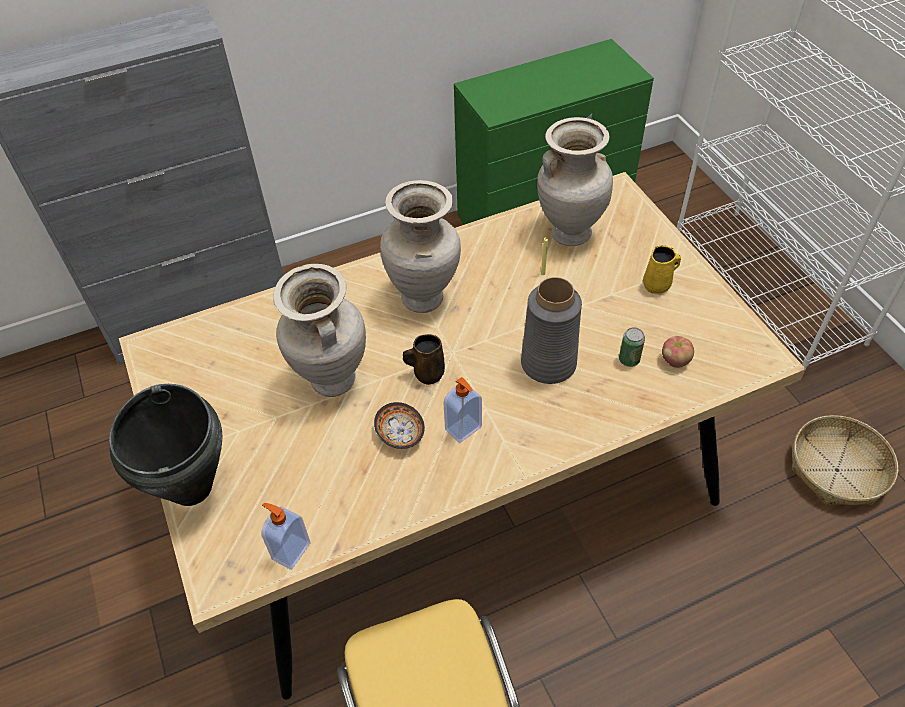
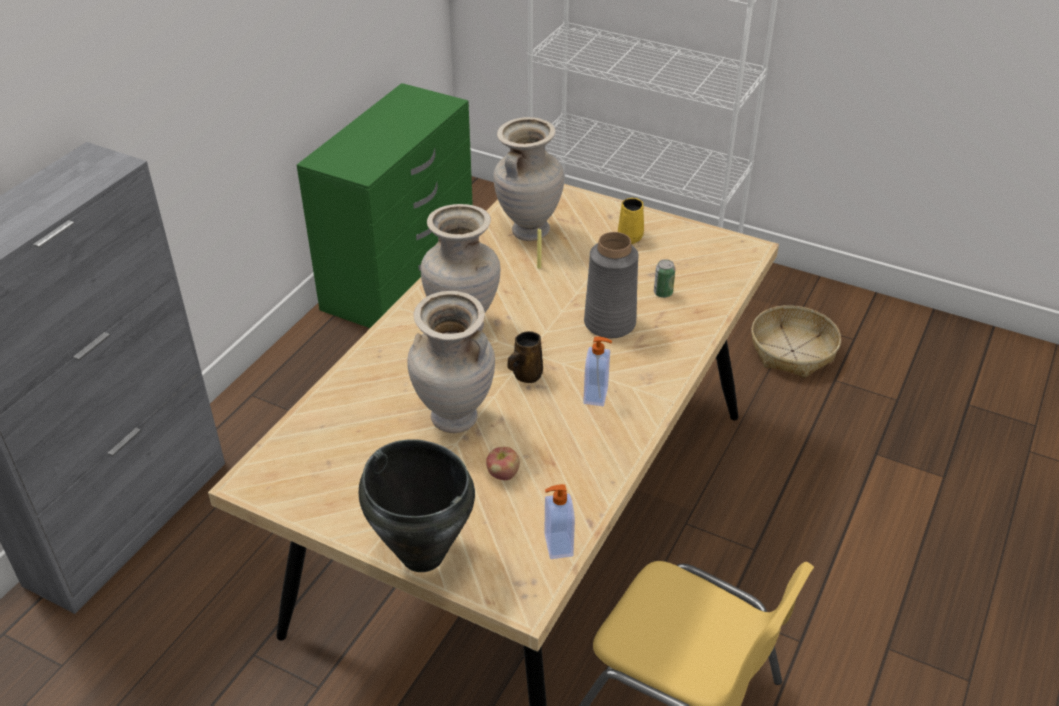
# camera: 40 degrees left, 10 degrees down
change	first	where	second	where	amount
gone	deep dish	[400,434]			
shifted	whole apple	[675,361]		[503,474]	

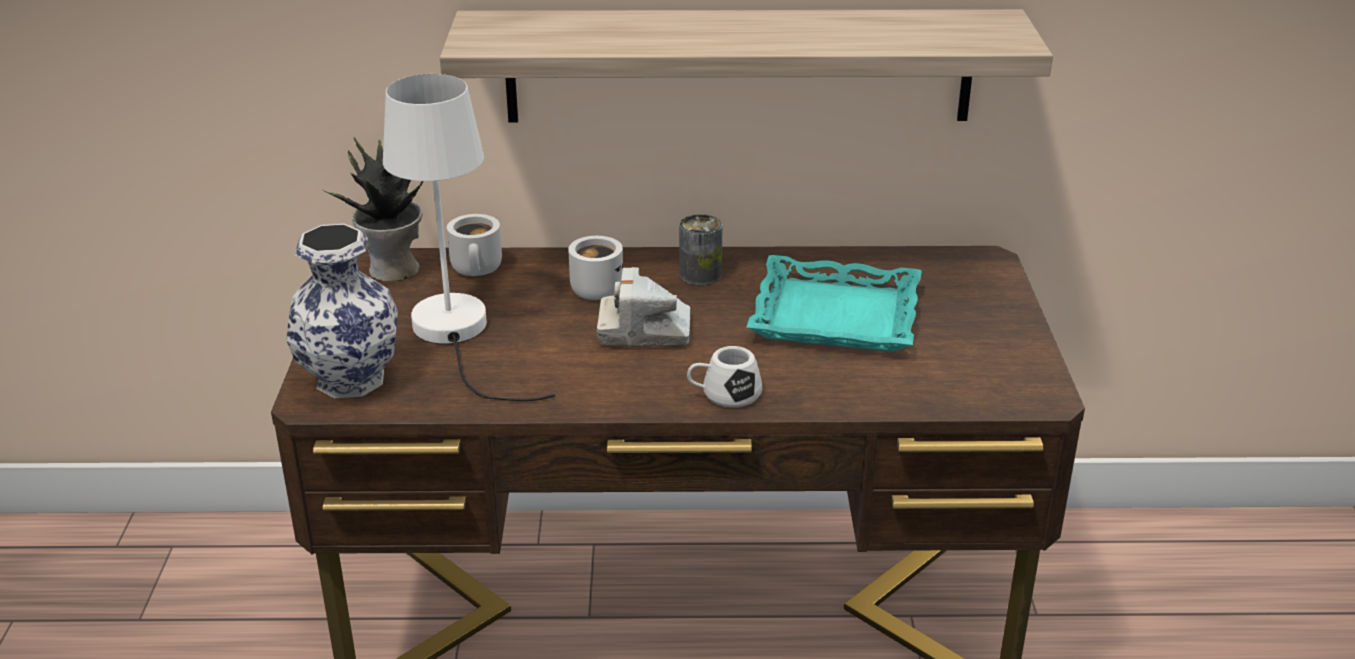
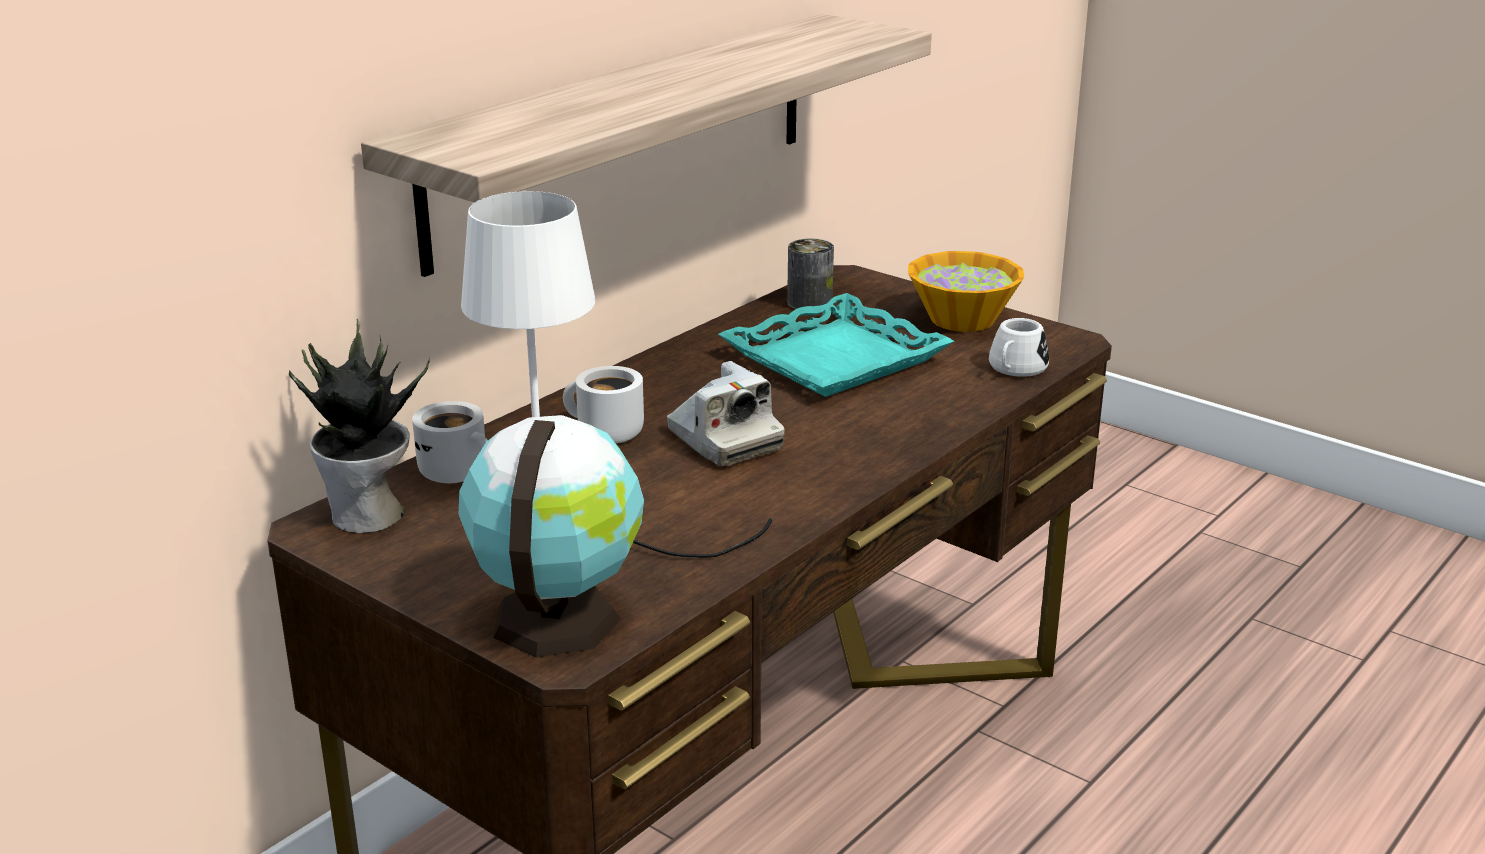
# camera: 50 degrees left, 5 degrees down
change	first	where	second	where	amount
swapped	decorative vase	[352,378]	globe	[556,616]	
rotated	photo camera	[644,331]		[724,441]	75 degrees counterclockwise
shifted	metal can	[700,274]		[809,303]	
shifted	mug in white-coloured	[724,394]		[1015,370]	
new			deep dish	[963,319]	

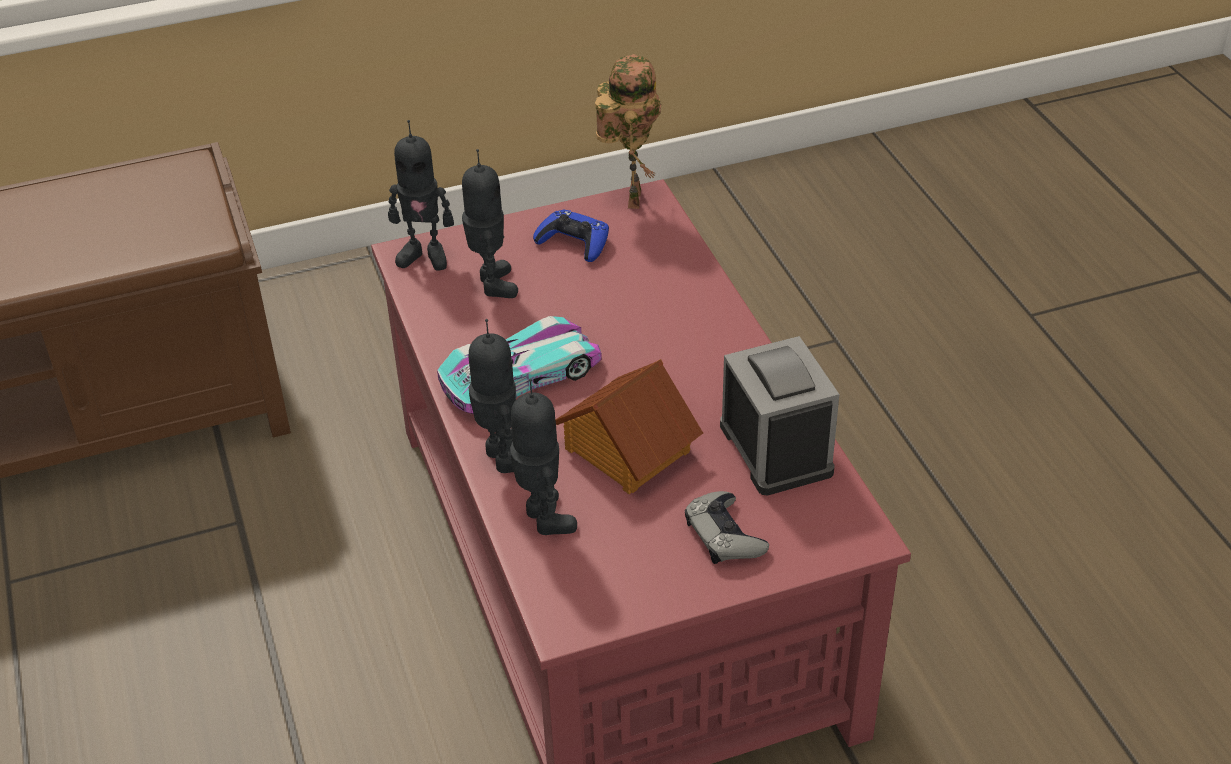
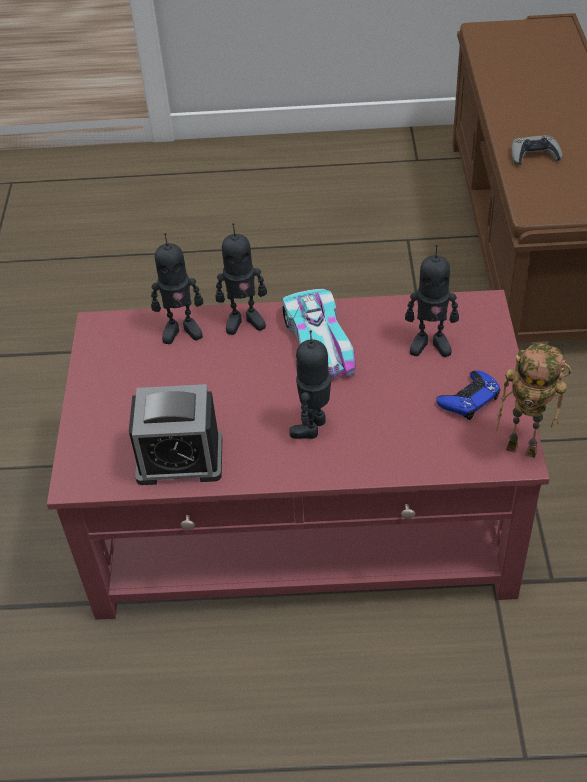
# camera: 110 degrees right, 5 degrees up
change	first	where	second	where	amount
shifted	robot figure	[424,256]		[313,427]	
gone	toy house	[626,450]			
shifted	game controller in grey	[724,535]		[534,155]	

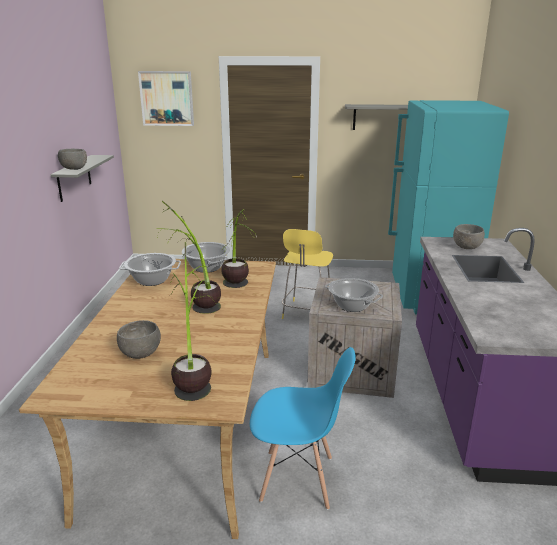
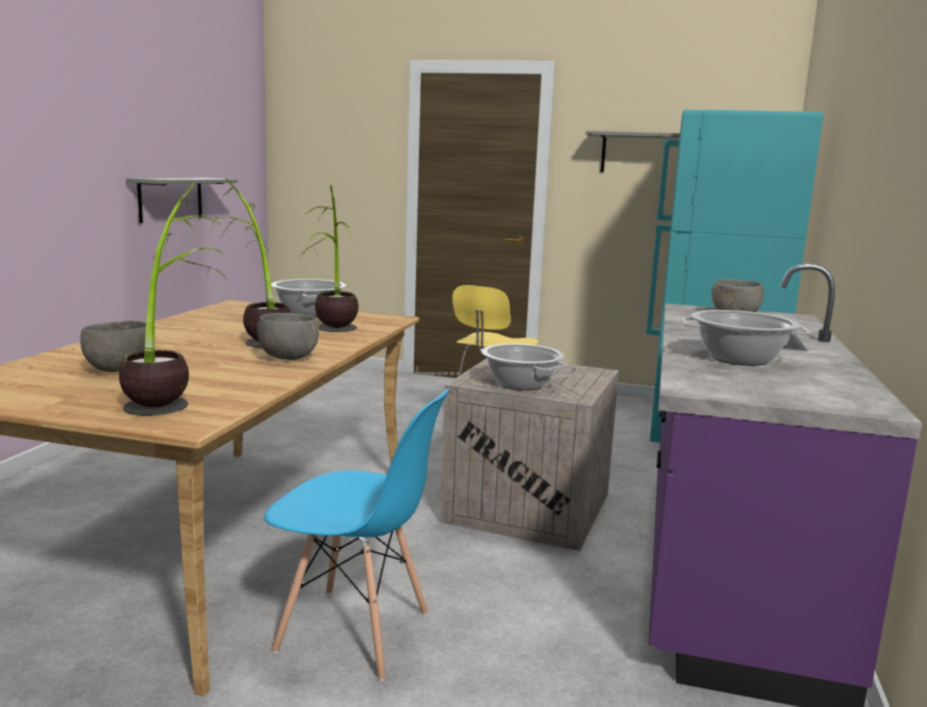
# camera: 10 degrees right, 10 degrees down
change	first	where	second	where	amount
shifted	deep dish in grey	[74,169]		[289,358]	
shifted	stockpot	[152,280]		[740,359]	
gone	picture	[167,98]			

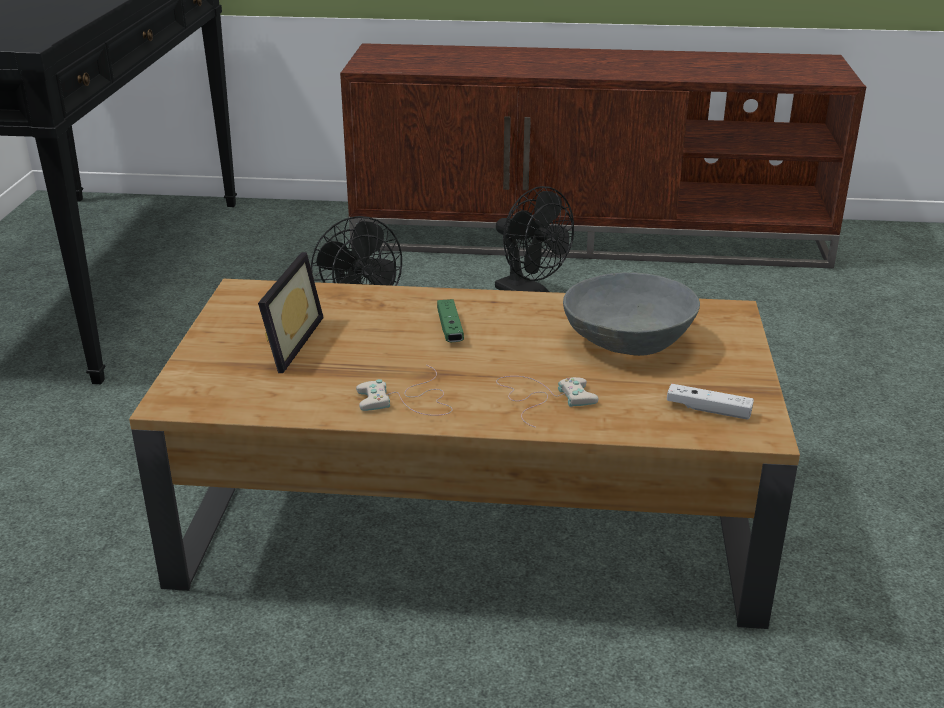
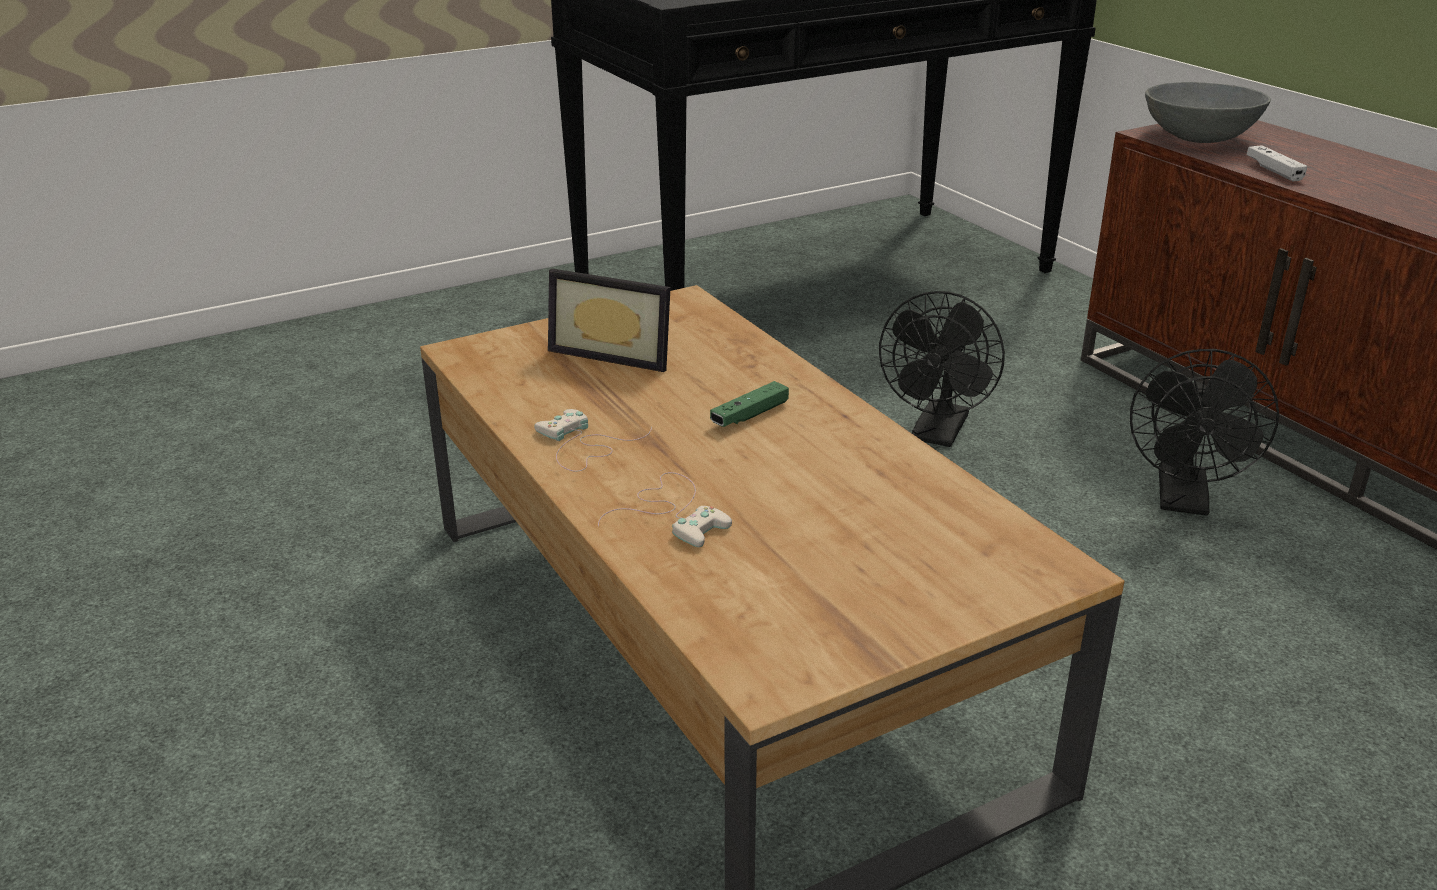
# camera: 55 degrees right, 0 degrees up
change	first	where	second	where	amount
rotated	photo frame	[284,342]		[615,352]	45 degrees clockwise
shifted	deep dish in grey	[629,341]		[1200,137]	
shifted	game controller in white-coloured	[708,410]		[1274,171]	

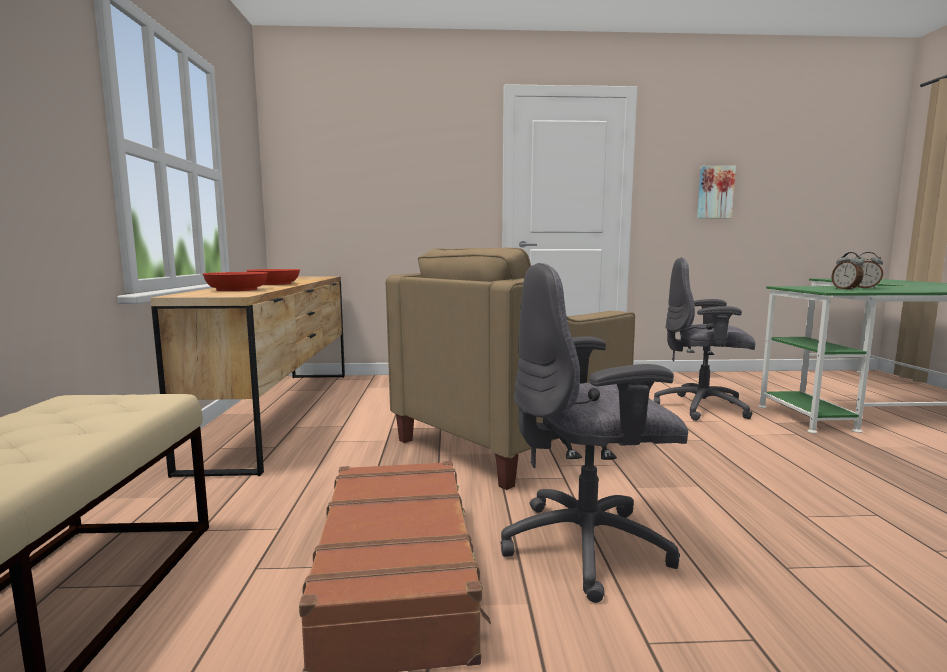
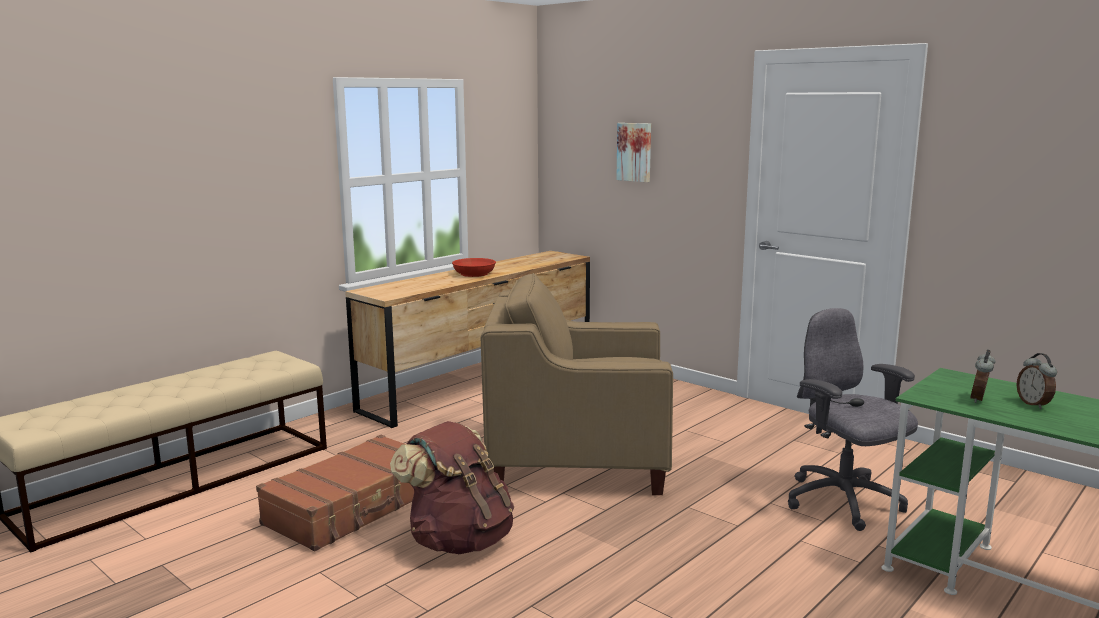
# camera: 45 degrees right, 5 degrees up
change	first	where	second	where	amount
gone	deep dish in red-coloured	[237,289]			
swapped	computer chair in grey	[588,546]	knapsack in brownish	[458,540]	
shifted	picture	[715,192]		[635,152]	

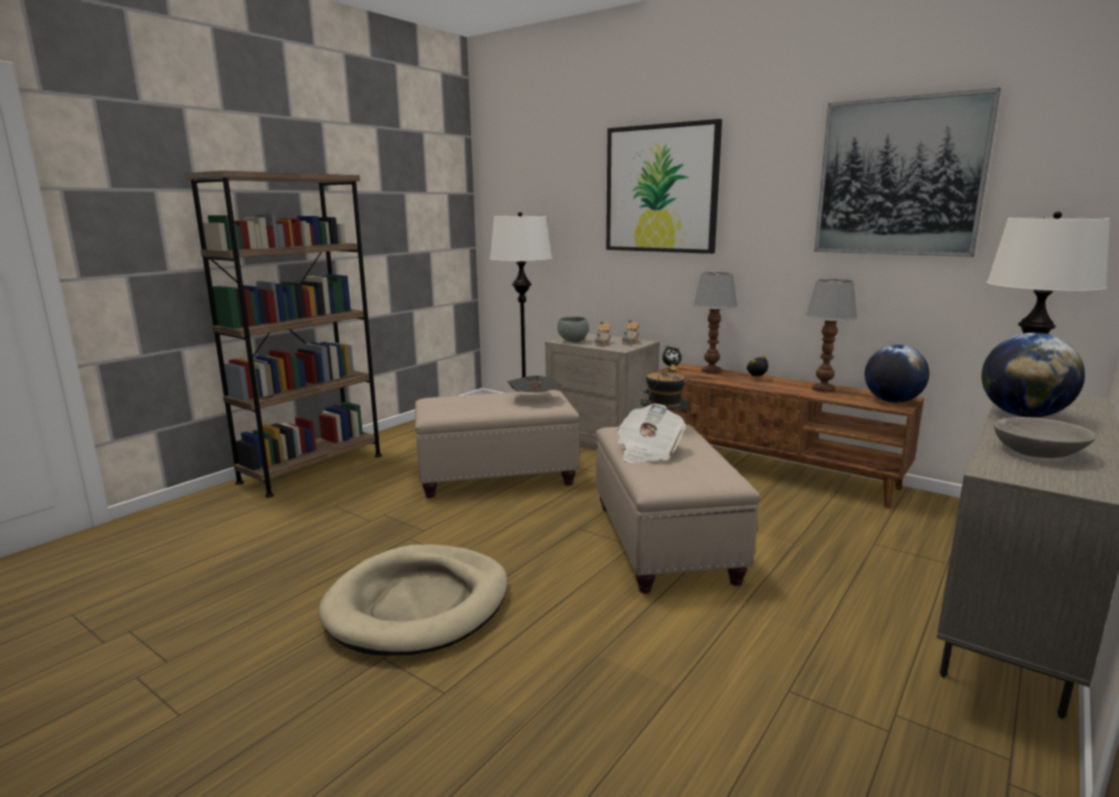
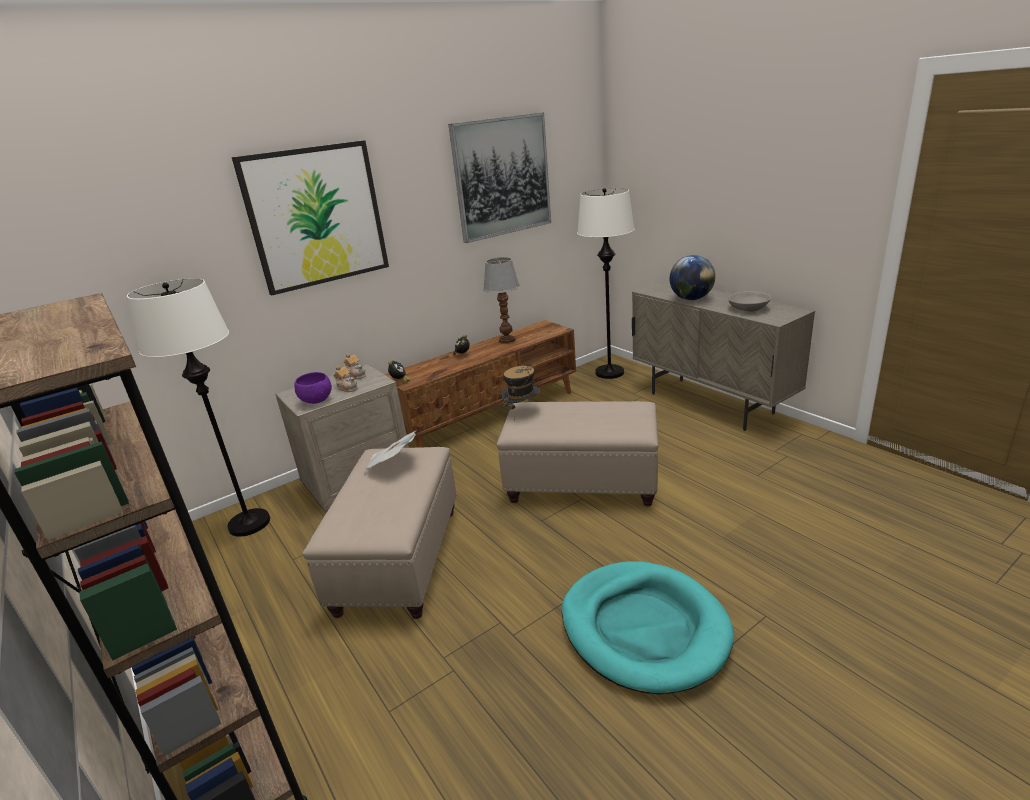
# camera: 70 degrees left, 10 degrees up
change	first	where	second	where	amount
repainted	dog bed in beige	[419,604]	dog bed in turquoise	[644,628]	
repainted	deep dish in grey	[573,341]	deep dish in purple	[317,401]	
gone	printed paper	[648,452]			
gone	table lamp	[712,371]			
gone	globe	[892,401]			

